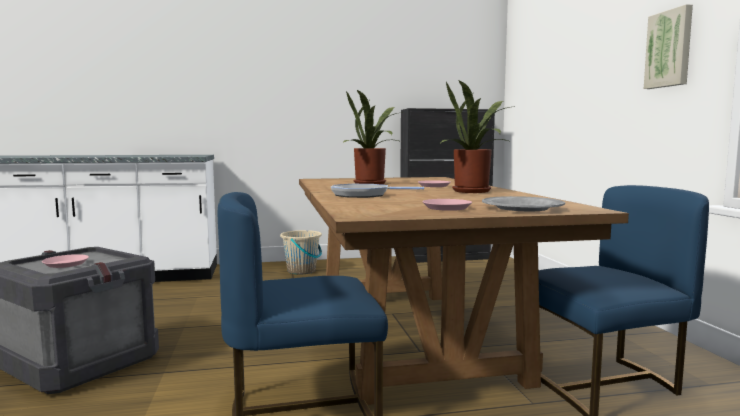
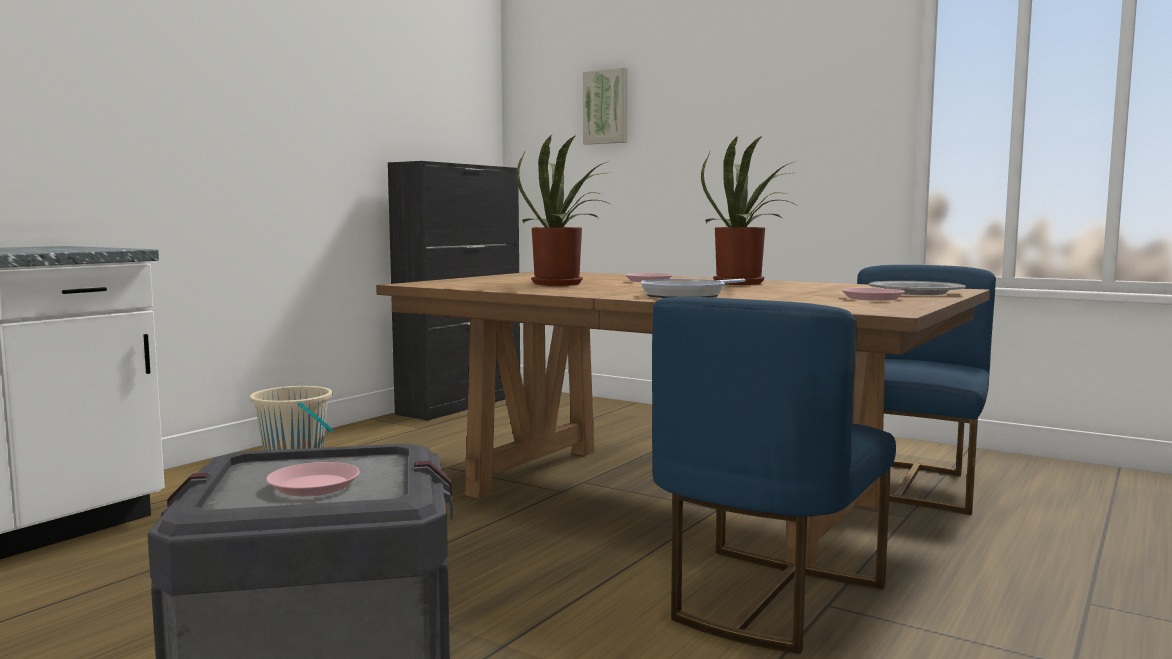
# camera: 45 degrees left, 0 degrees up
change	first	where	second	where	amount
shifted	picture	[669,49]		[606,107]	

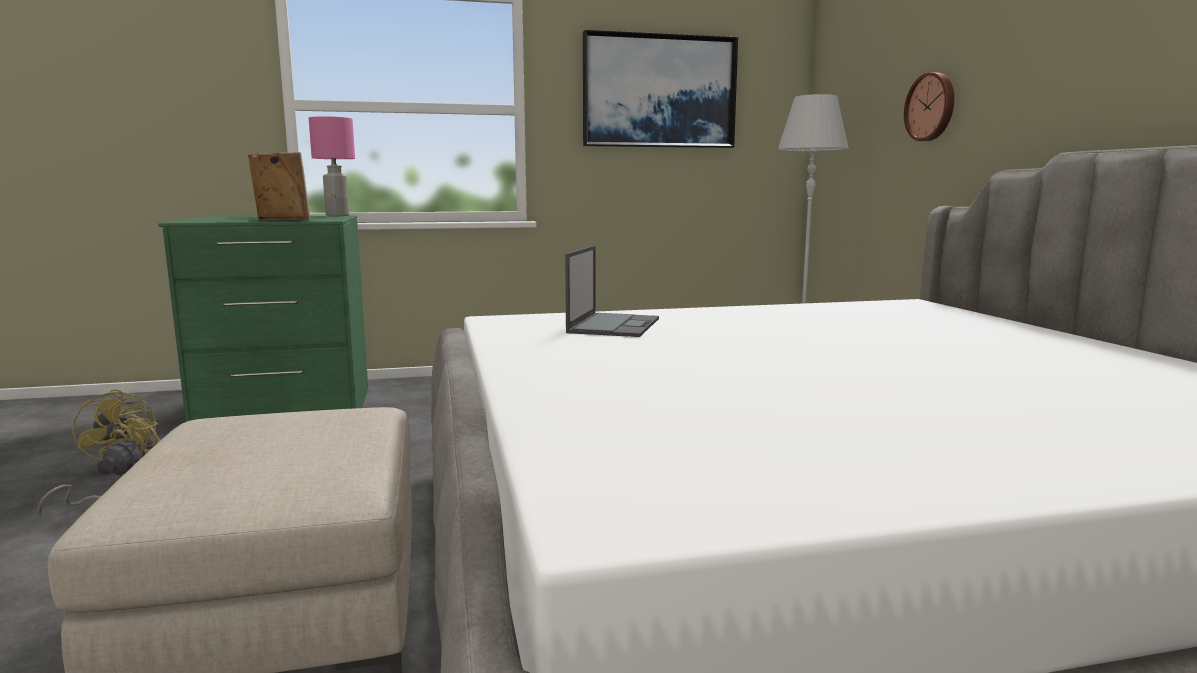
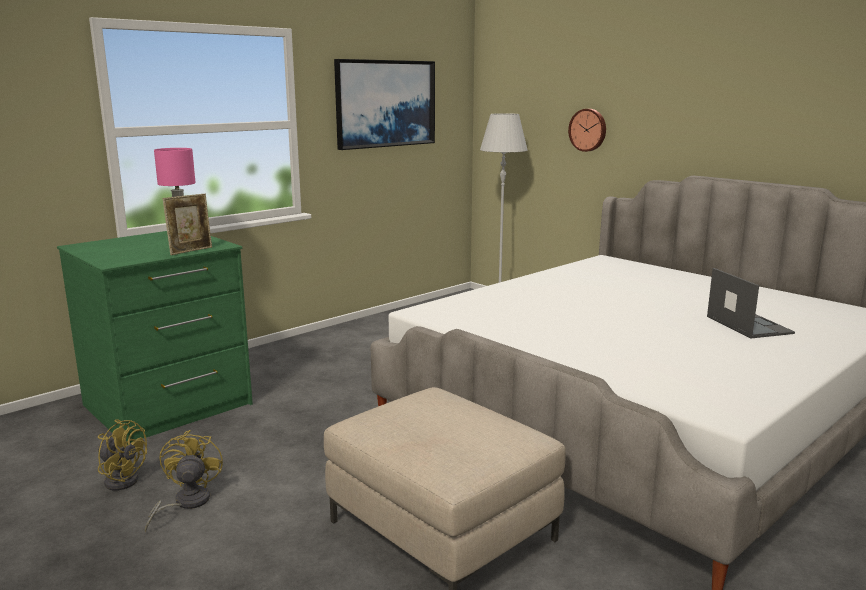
# camera: 30 degrees left, 5 degrees up
change	first	where	second	where	amount
rotated	photo frame	[282,220]		[191,251]	150 degrees clockwise
shifted	portable computer	[614,325]		[748,325]	

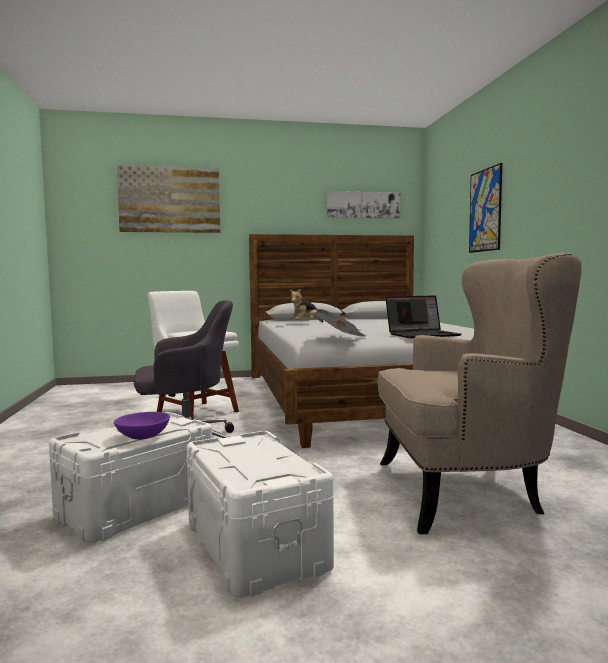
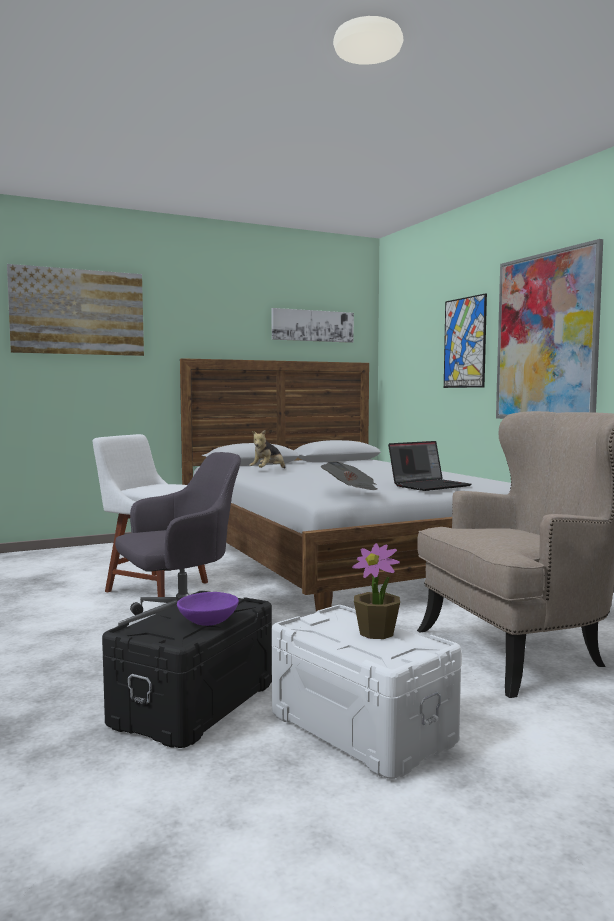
# camera: 15 degrees left, 0 degrees up
change	first	where	second	where	amount
repainted	storage container in white-coloured	[138,507]	storage container in blackish	[195,704]	
new			potted plant	[376,633]	
new			picture	[546,337]	

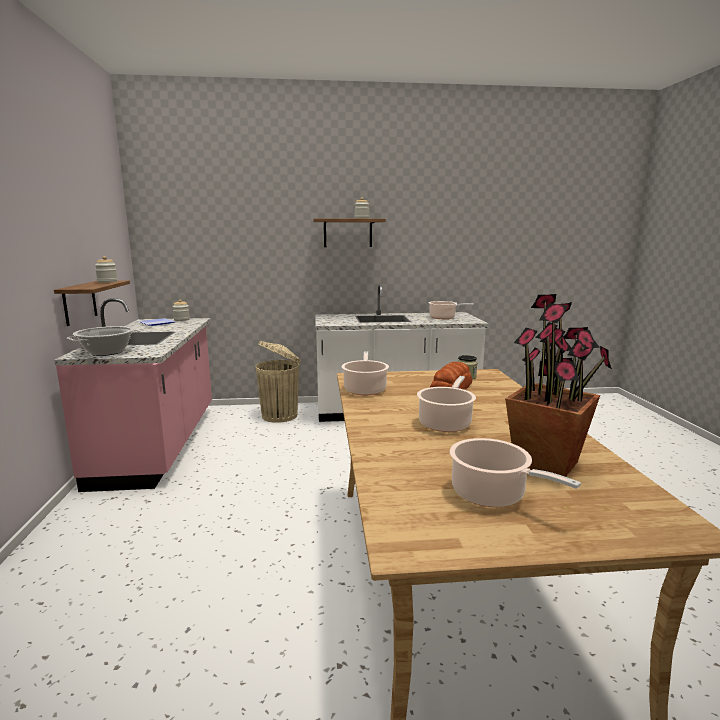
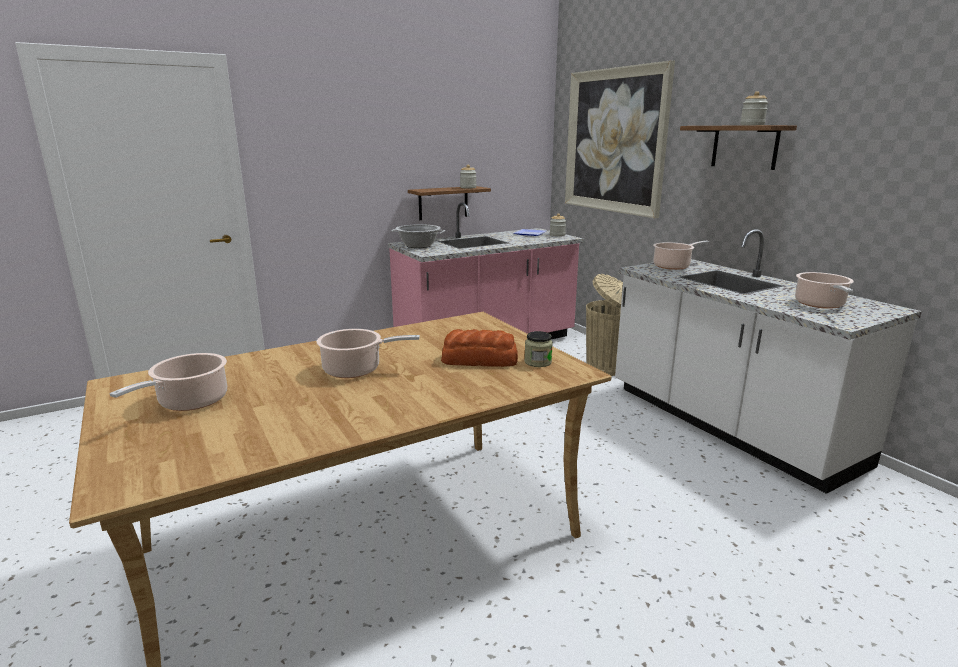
# camera: 65 degrees right, 5 degrees up
change	first	where	second	where	amount
shifted	stockpot	[365,389]		[673,266]	
gone	potted plant	[547,463]			
new			picture	[615,141]	

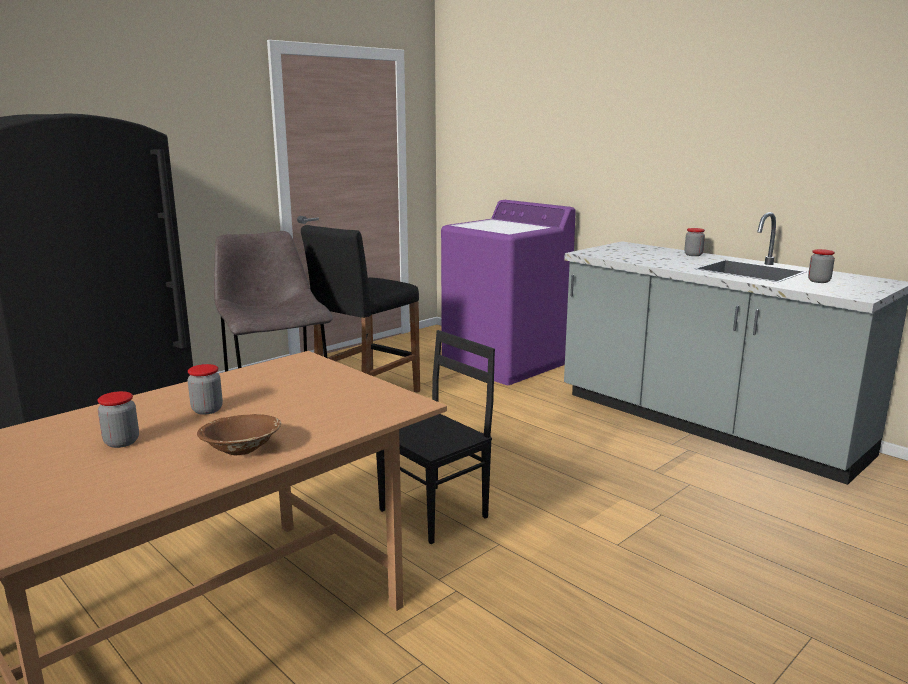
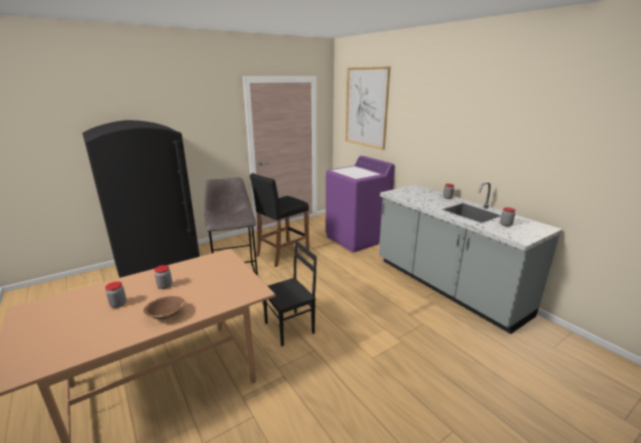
# camera: 10 degrees right, 5 degrees up
change	first	where	second	where	amount
new			picture	[366,107]	

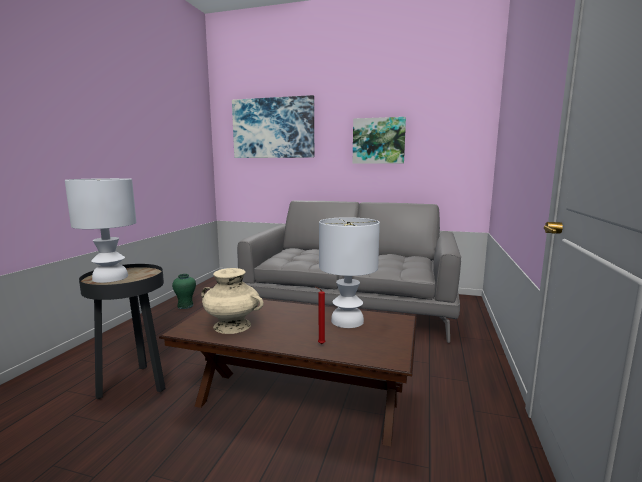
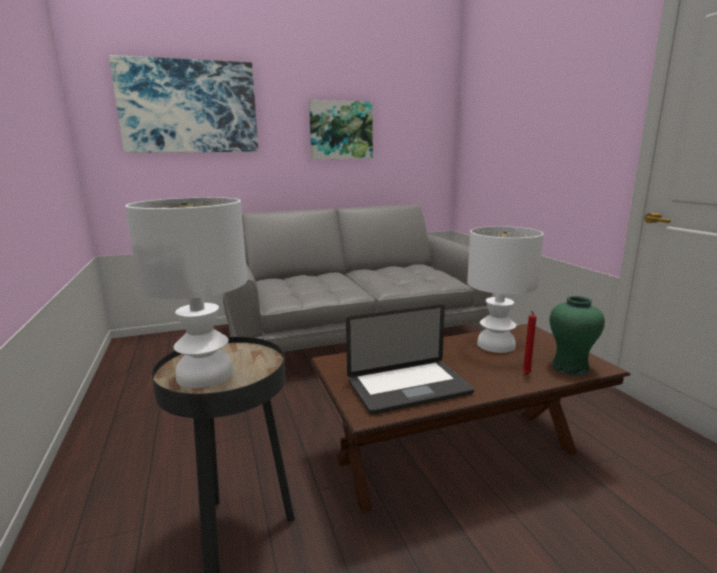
# camera: 35 degrees left, 5 degrees up
change	first	where	second	where	amount
shifted	decorative vase in greenish	[185,306]		[569,367]	
swapped	decorative vase in beige	[232,326]	portable computer	[409,388]	

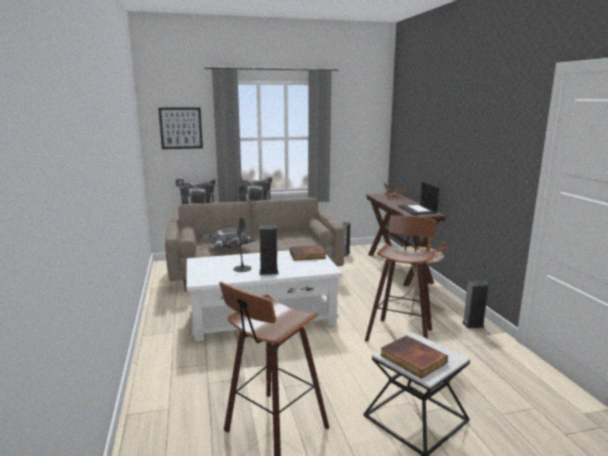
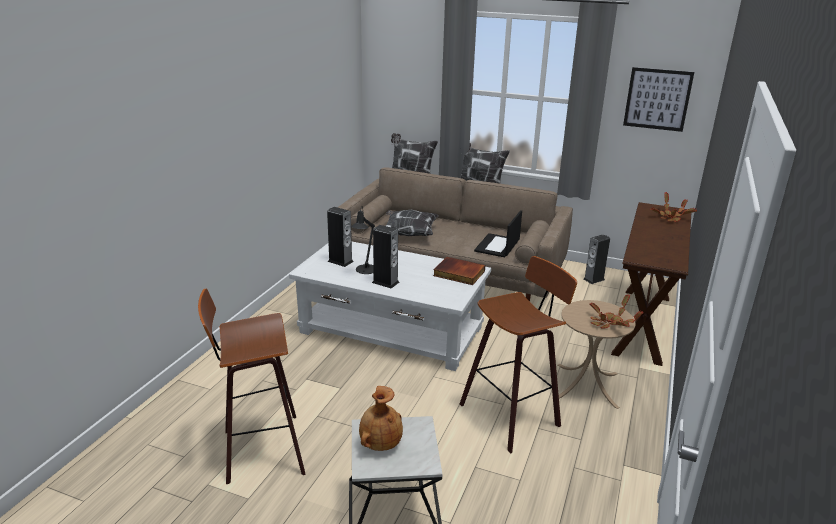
# camera: 35 degrees right, 10 degrees up
change	first	where	second	where	amount
shifted	picture	[181,128]		[657,99]	
swapped	bound book	[412,359]	decorative vase in brownish	[380,443]	
shifted	portable computer	[418,210]		[497,246]	
shifted	loudspeaker	[473,325]		[340,261]	

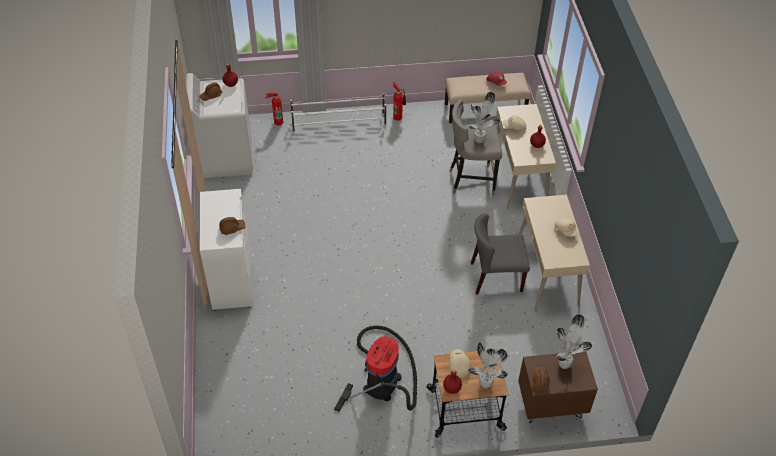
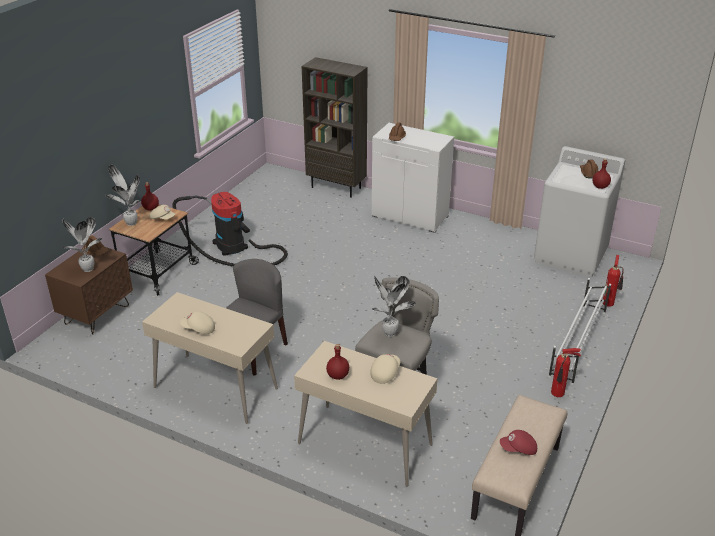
# camera: 125 degrees right, 15 degrees down
change	first	where	second	where	amount
new			bookshelf in brownish	[337,187]	

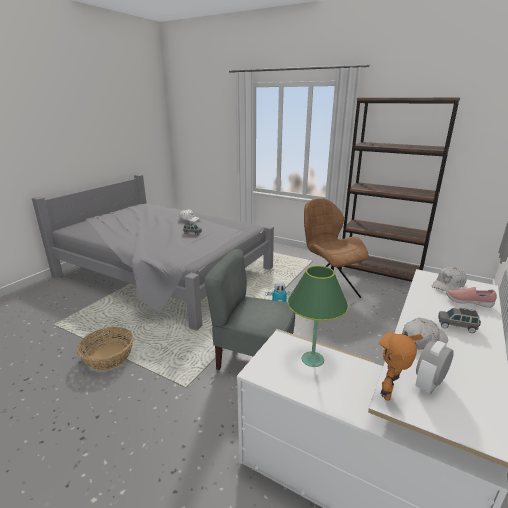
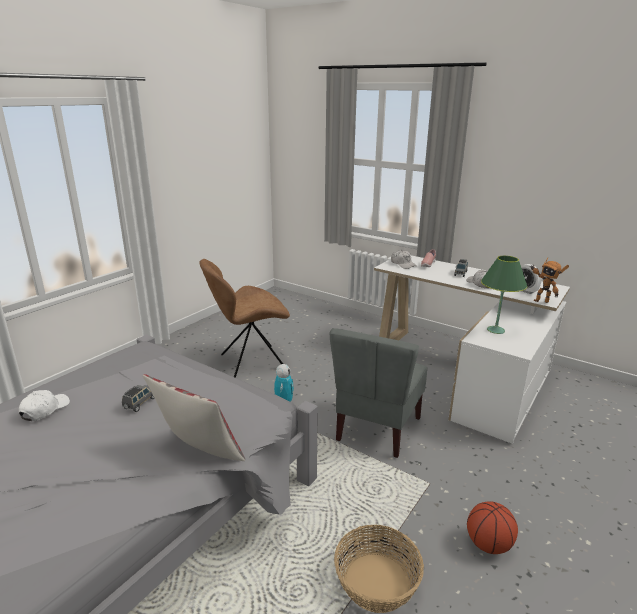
# camera: 85 degrees left, 0 degrees up
change	first	where	second	where	amount
gone	bookshelf in brownish	[380,272]			
new			pillow	[200,452]	
new			basketball ball	[488,544]	

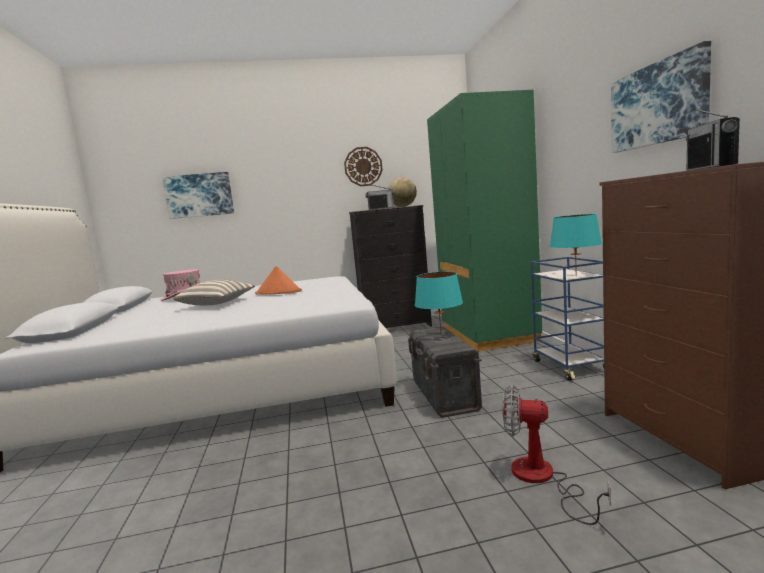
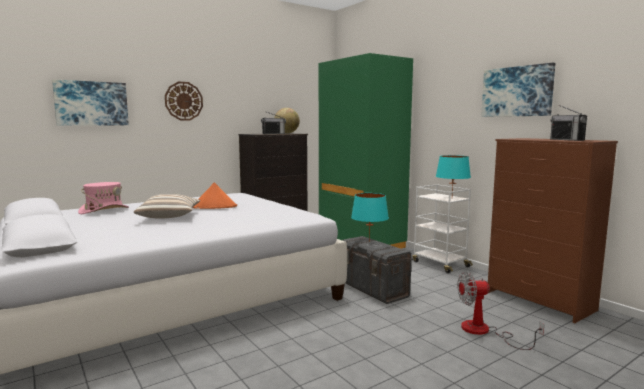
# camera: 25 degrees left, 0 degrees up
change	first	where	second	where	amount
shifted	hanging clock	[363,166]		[184,101]	
repainted	cart in blue-coloured	[569,366]	cart in white-coloured	[439,264]	

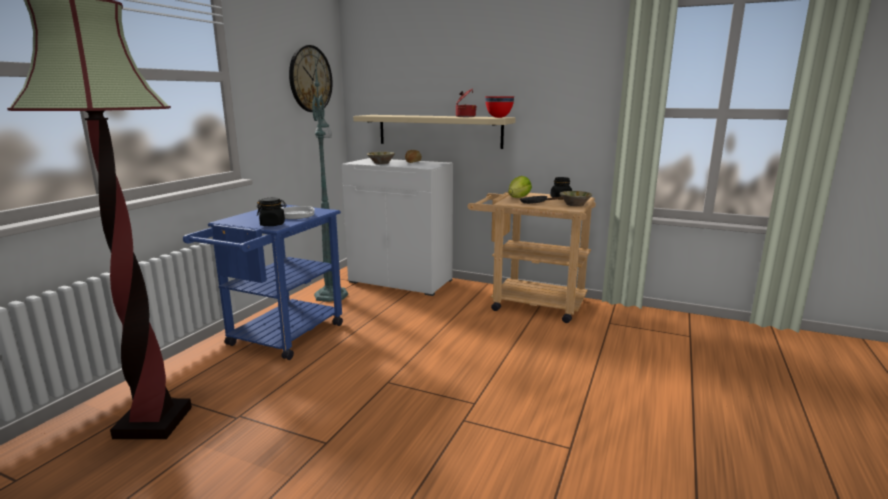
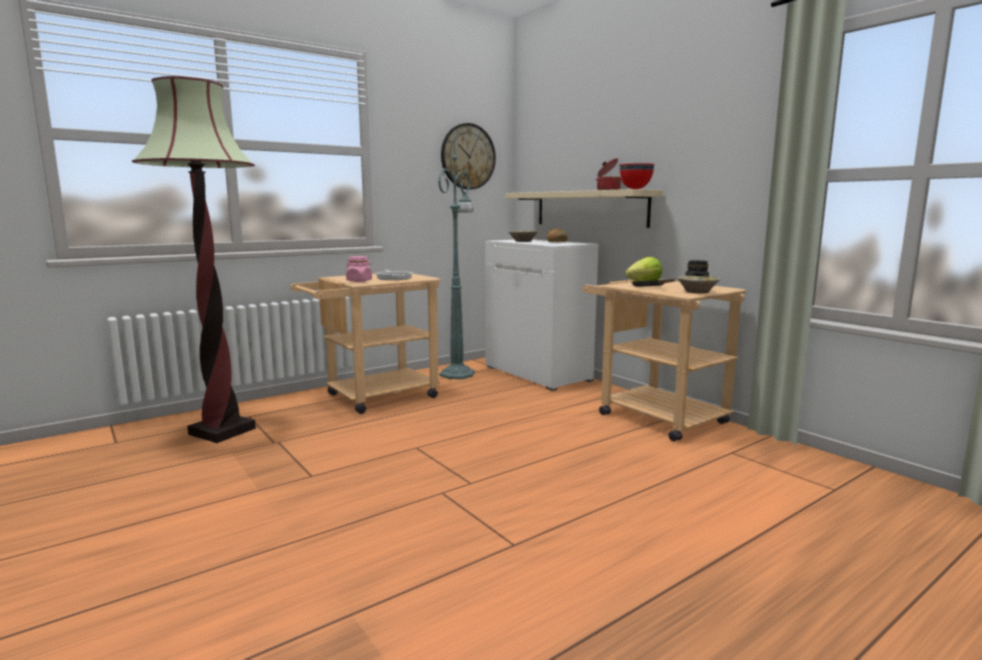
# camera: 30 degrees right, 5 degrees down
change	first	where	second	where	amount
repainted	cart in blue-coloured	[280,338]	cart in beige	[373,397]	
repainted	preserve jar in blackish	[273,224]	preserve jar in pink-coloured	[359,281]	

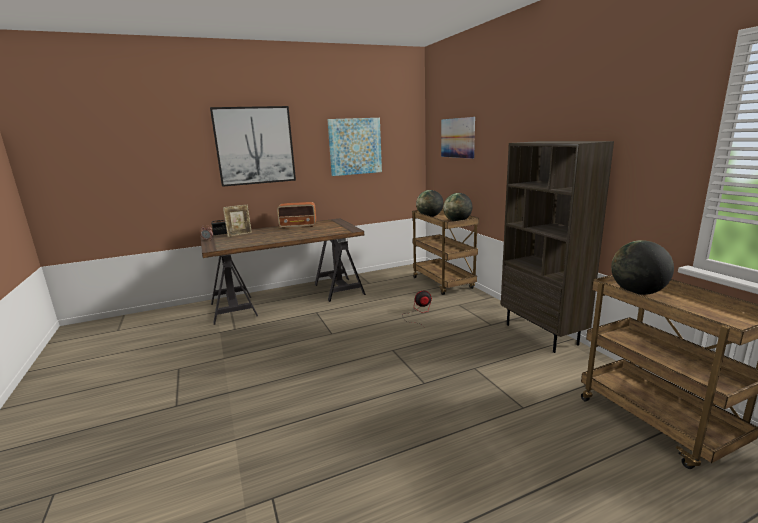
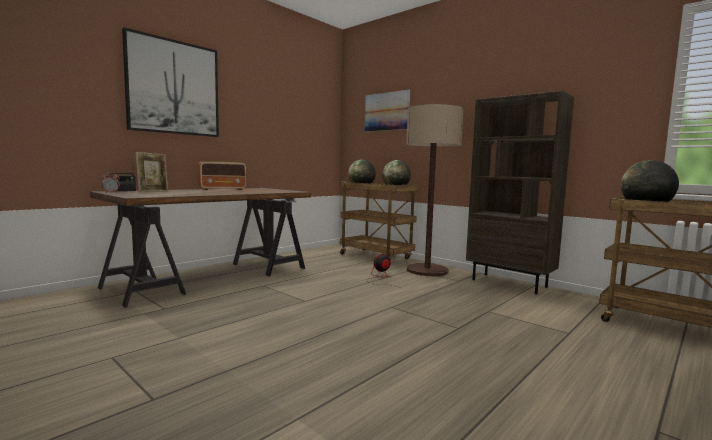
# camera: 25 degrees left, 10 degrees down
change	first	where	second	where	amount
gone	picture	[355,146]			
new			standing lamp	[427,270]	

